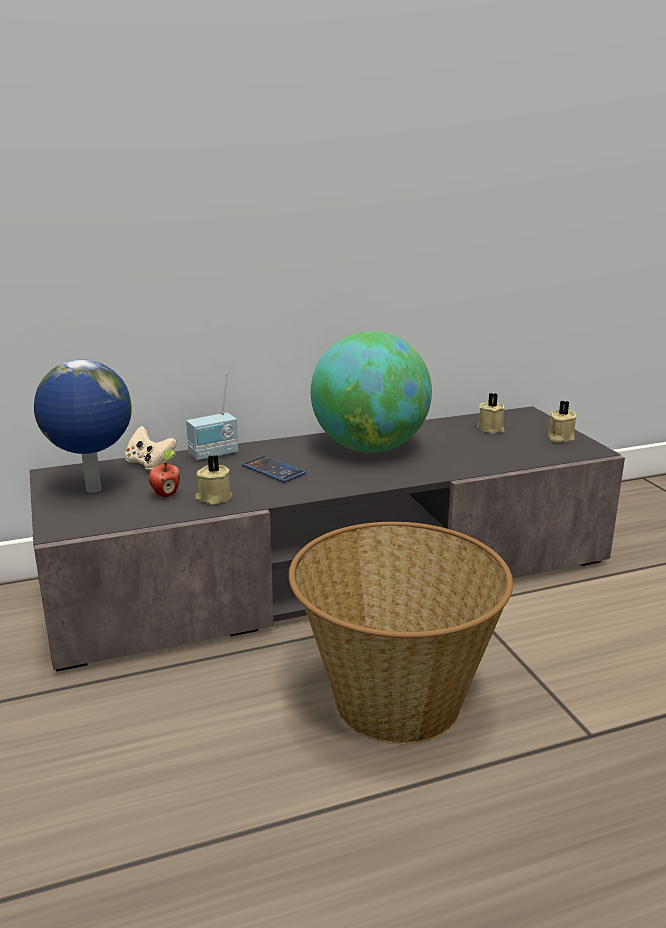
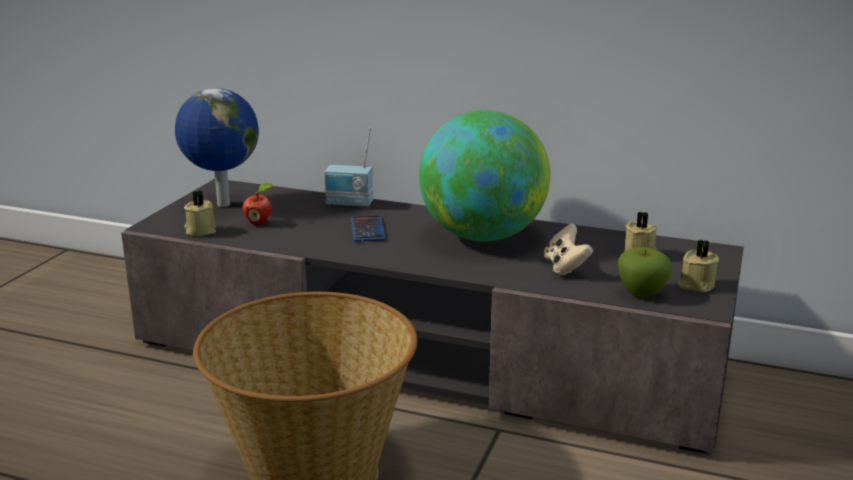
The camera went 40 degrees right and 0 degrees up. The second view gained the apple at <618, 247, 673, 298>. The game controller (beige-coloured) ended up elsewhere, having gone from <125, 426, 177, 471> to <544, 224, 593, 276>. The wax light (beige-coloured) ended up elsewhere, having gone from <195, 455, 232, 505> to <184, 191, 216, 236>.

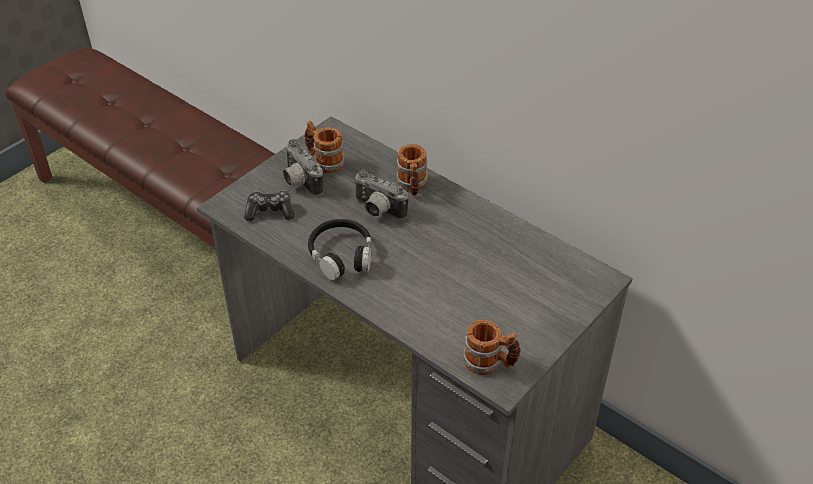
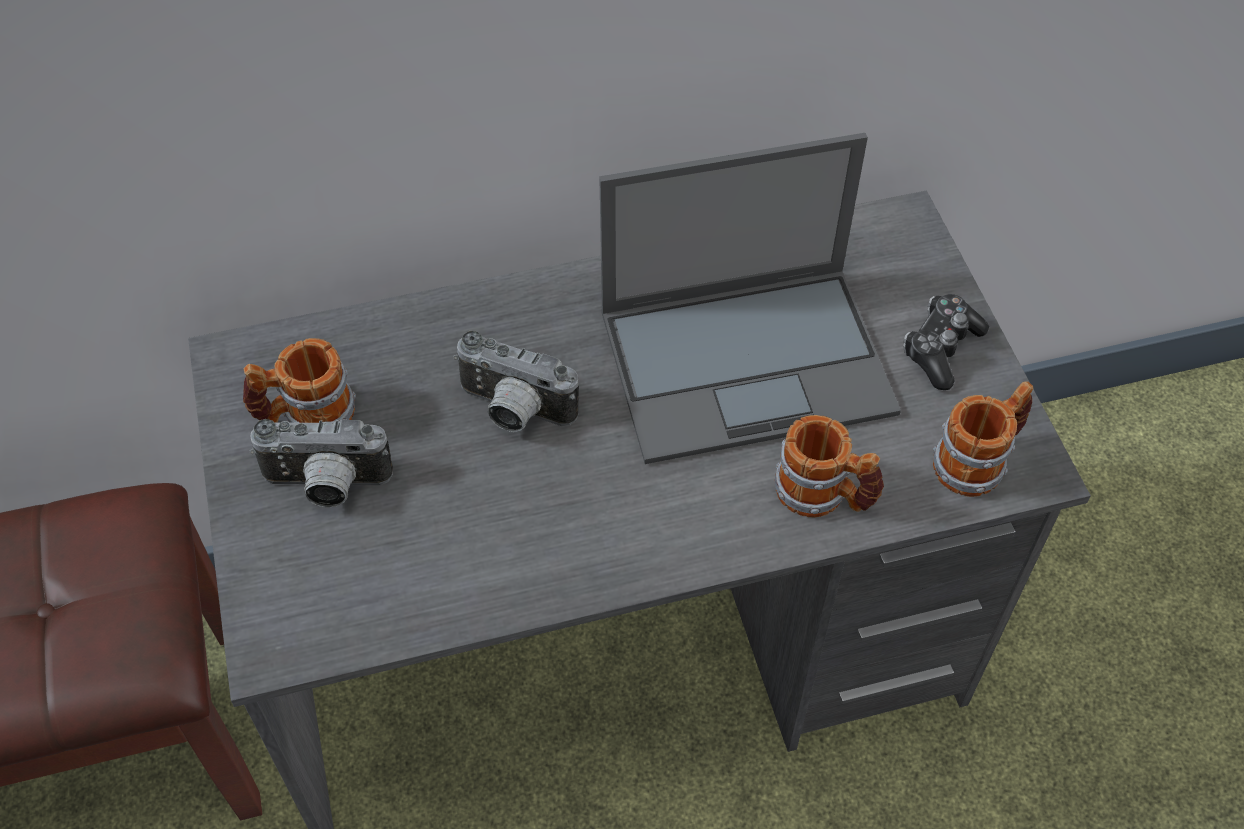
The camera went 55 degrees left and 10 degrees up. The second view lost the pair of headphones (blackish) at <308, 219, 371, 280>. The second view gained the notebook computer at <599, 133, 901, 464>. The game controller ended up elsewhere, having gone from <244, 191, 294, 221> to <903, 294, 989, 390>. The mug ended up elsewhere, having gone from <396, 144, 428, 196> to <775, 415, 884, 517>. The photo camera at <353, 169, 409, 220> ended up facing another way, 45 degrees clockwise from before.

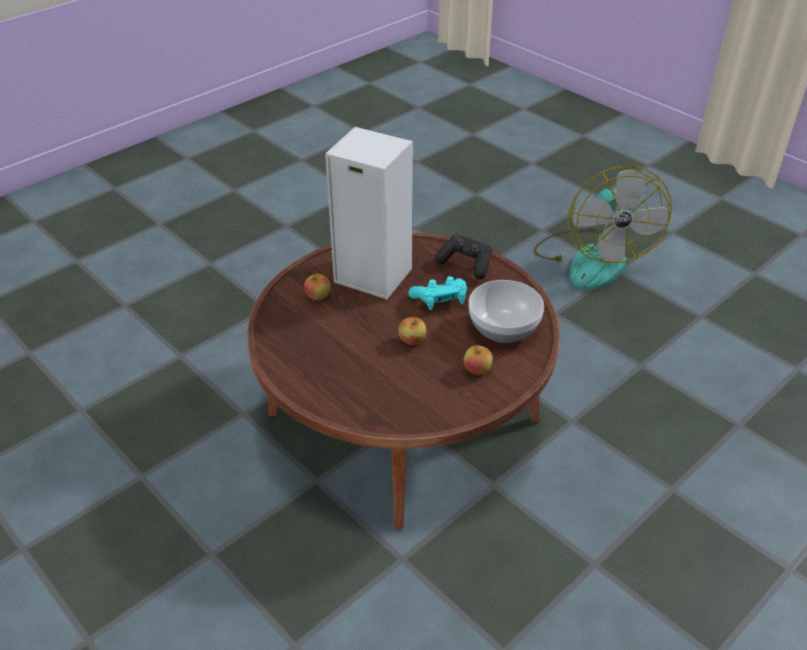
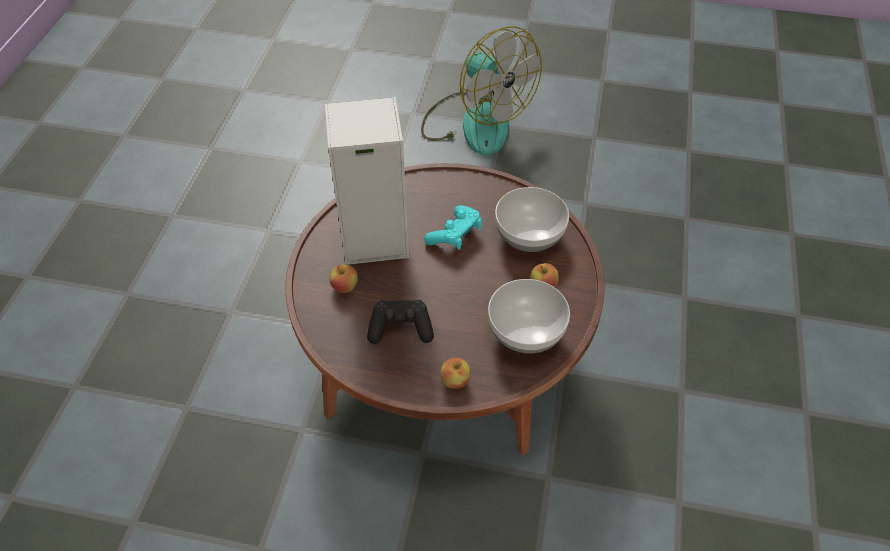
The camera went 35 degrees left and 10 degrees up. The second view gained the serving bowl at <488, 279, 570, 353>. The apple ended up elsewhere, having gone from <398, 317, 427, 345> to <440, 358, 471, 389>. The game controller (blackish) ended up elsewhere, having gone from <435, 234, 492, 279> to <367, 300, 434, 344>.

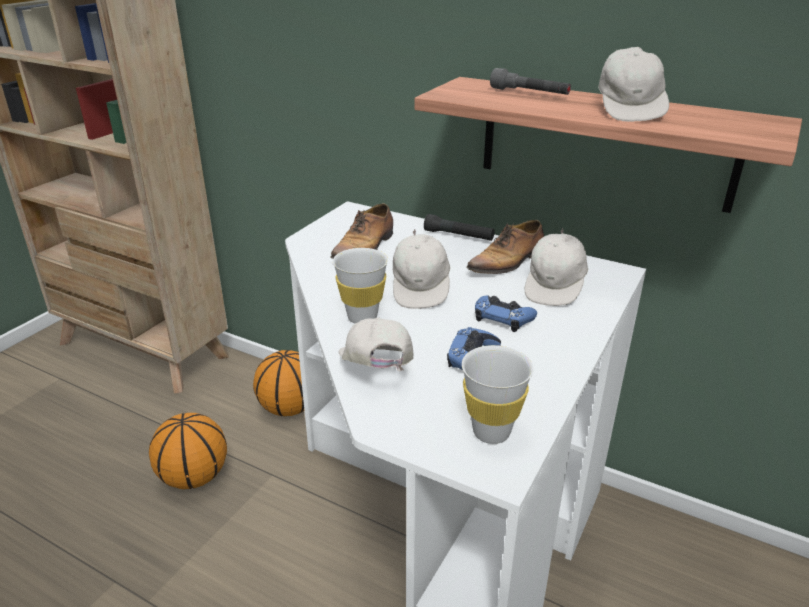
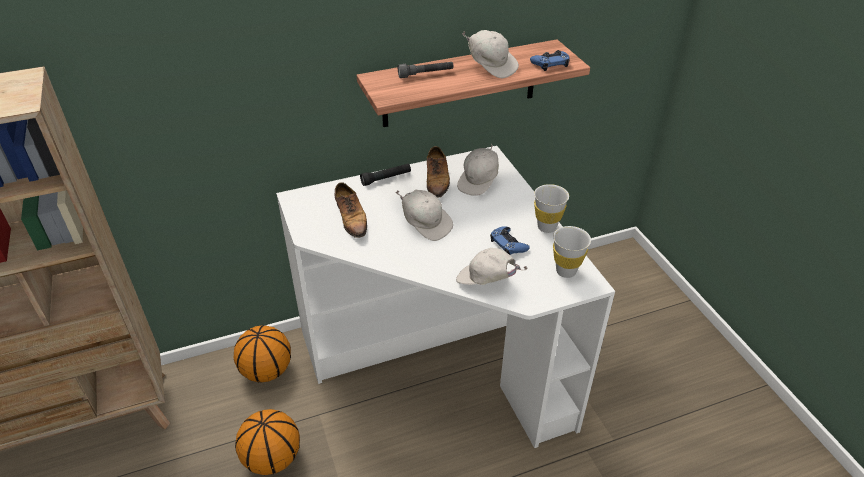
The camera went 50 degrees left and 10 degrees up. The cup (whitish) ended up elsewhere, having gone from <333, 248, 388, 323> to <534, 184, 569, 233>. The game controller (blue-coloured) ended up elsewhere, having gone from <475, 296, 537, 332> to <530, 50, 570, 71>. The peaked cap (whitish) at <524, 228, 588, 306> ended up facing another way, 60 degrees clockwise from before.

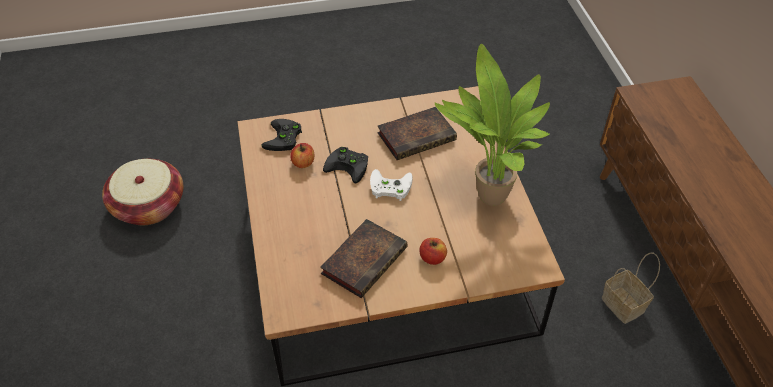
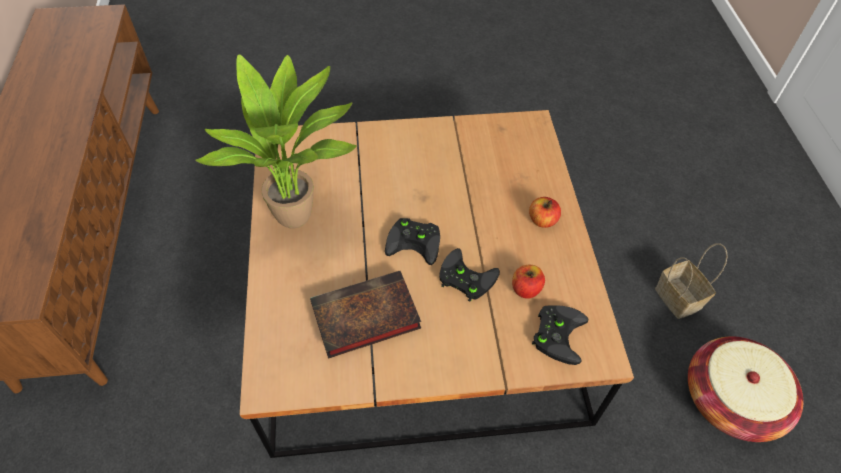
The camera went 175 degrees left and 5 degrees up. The second view lost the volume at <320, 219, 407, 298>. The apple ended up elsewhere, having gone from <419, 238, 447, 265> to <529, 197, 561, 228>. The household basket ended up elsewhere, having gone from <602, 253, 660, 324> to <655, 243, 728, 319>. What was the game controller (whitish) at <370, 169, 413, 201> turned into the game controller (blackish) at <385, 218, 440, 265>.

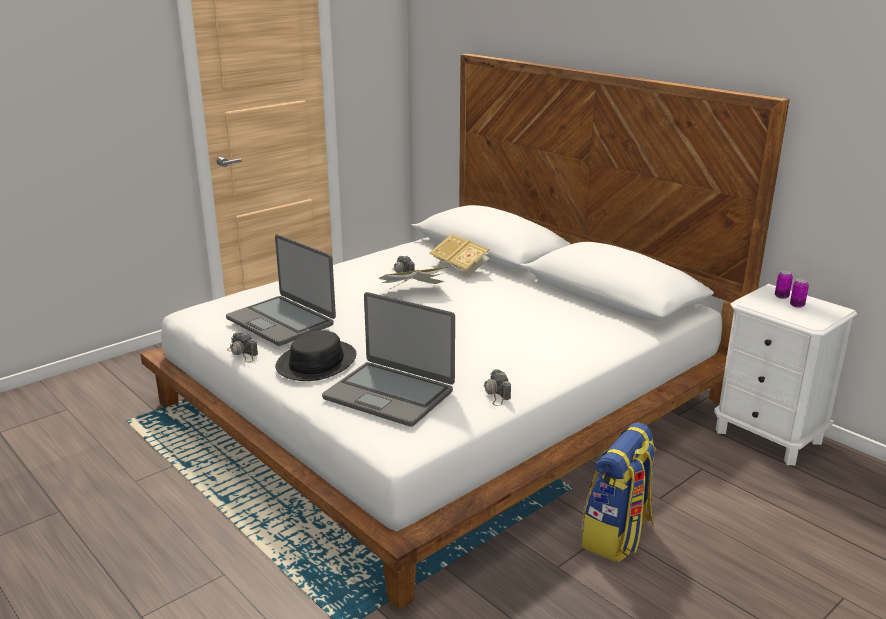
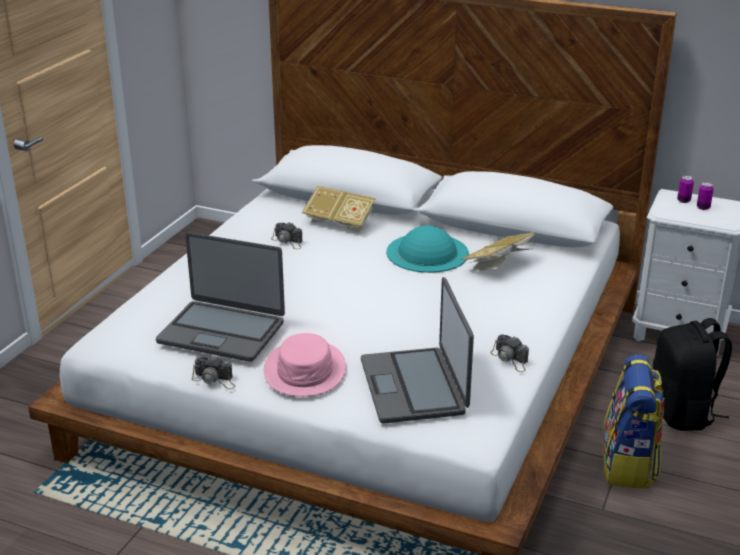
The camera went 25 degrees left and 5 degrees up. The second view gained the clothing hat (turquoise) at <386, 226, 469, 273>. The second view gained the knapsack (blackish) at <653, 318, 732, 431>. The volume ended up elsewhere, having gone from <378, 267, 448, 290> to <461, 232, 536, 272>. What was the clothing hat (blackish) at <275, 330, 356, 381> turned into the clothing hat (pink-coloured) at <264, 333, 346, 397>. The notebook computer at <322, 292, 455, 427> ended up facing another way, 75 degrees clockwise from before.

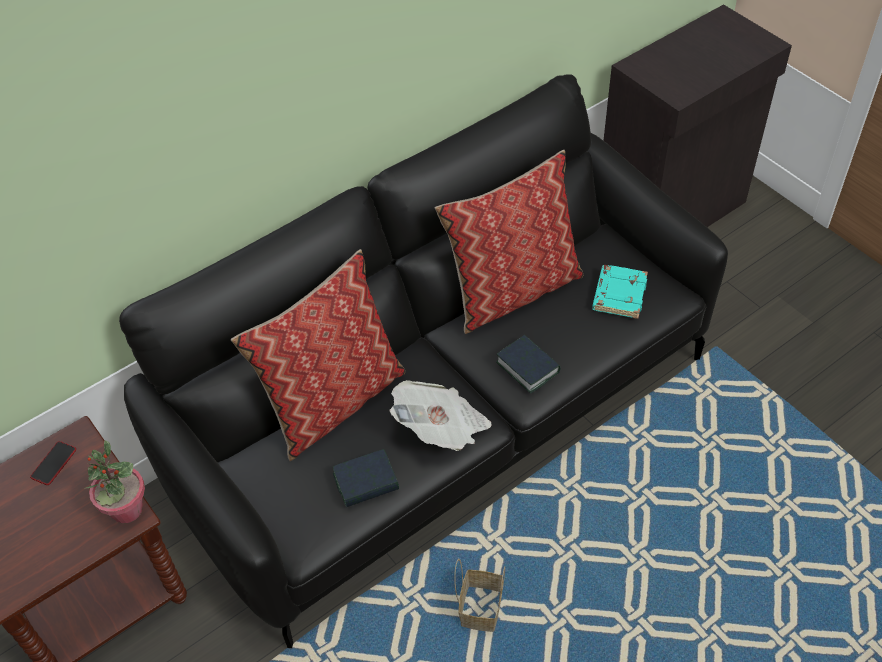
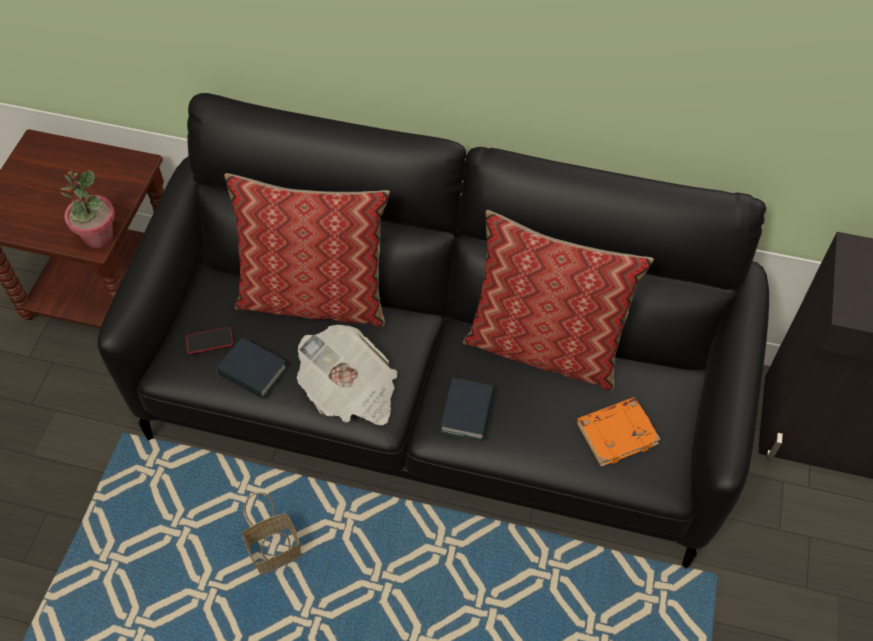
The camera went 50 degrees right and 5 degrees up. The phone ended up elsewhere, having gone from <30, 441, 76, 485> to <185, 327, 233, 354>. What was the volume (turquoise) at <592, 265, 648, 319> turned into the volume (orangey) at <577, 397, 661, 467>.

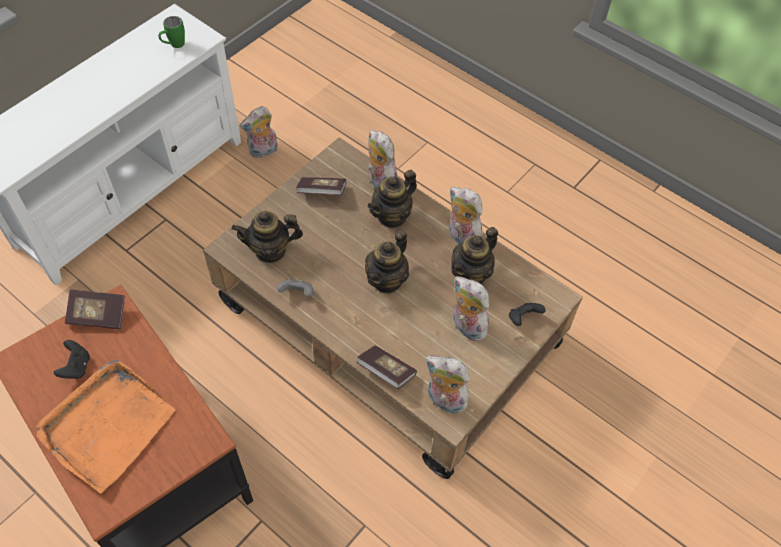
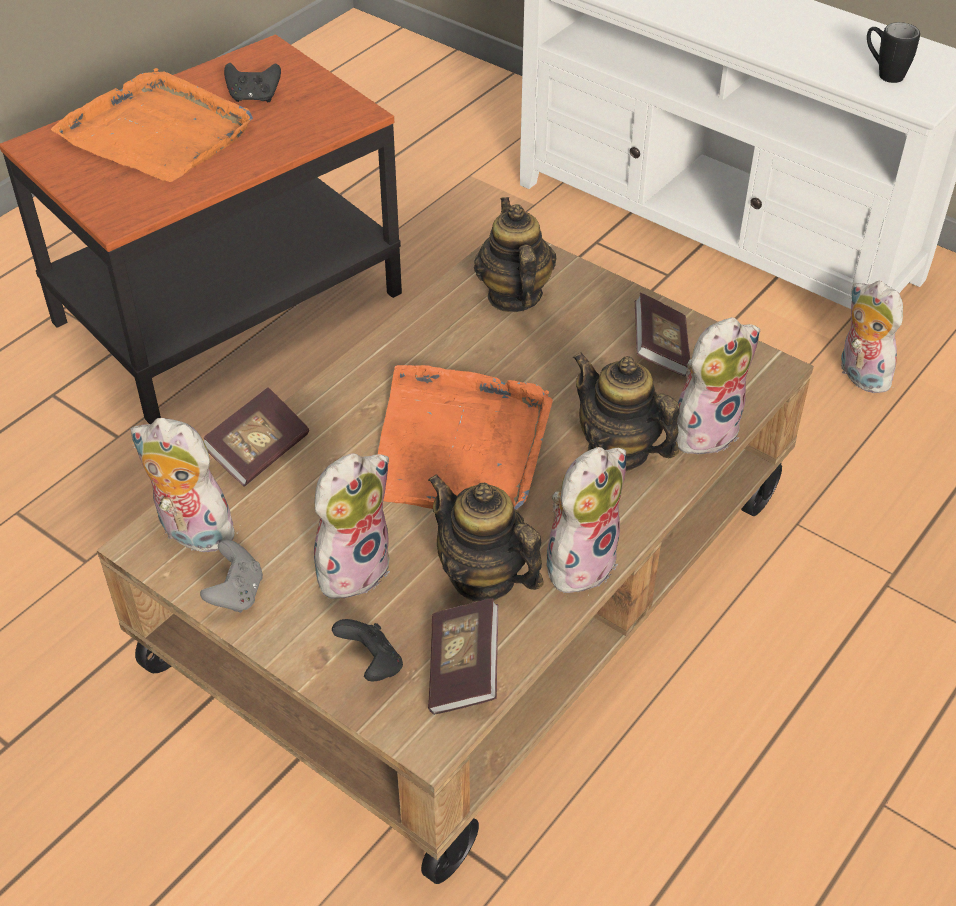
The camera went 90 degrees right and 10 degrees down. The volume ended up elsewhere, having gone from <65, 289, 125, 329> to <428, 598, 498, 715>. The game controller (gray) ended up elsewhere, having gone from <277, 278, 313, 297> to <200, 540, 263, 613>. Where the pot for tea stood at <365, 230, 409, 294>, the tray (orangey) came to stand at <378, 365, 553, 509>. What was the mug (green-coloured) at <158, 16, 185, 48> turned into the mug (blackish) at <867, 22, 920, 83>. The soft toy at <425, 356, 470, 413> ended up facing another way, 90 degrees counterclockwise from before.

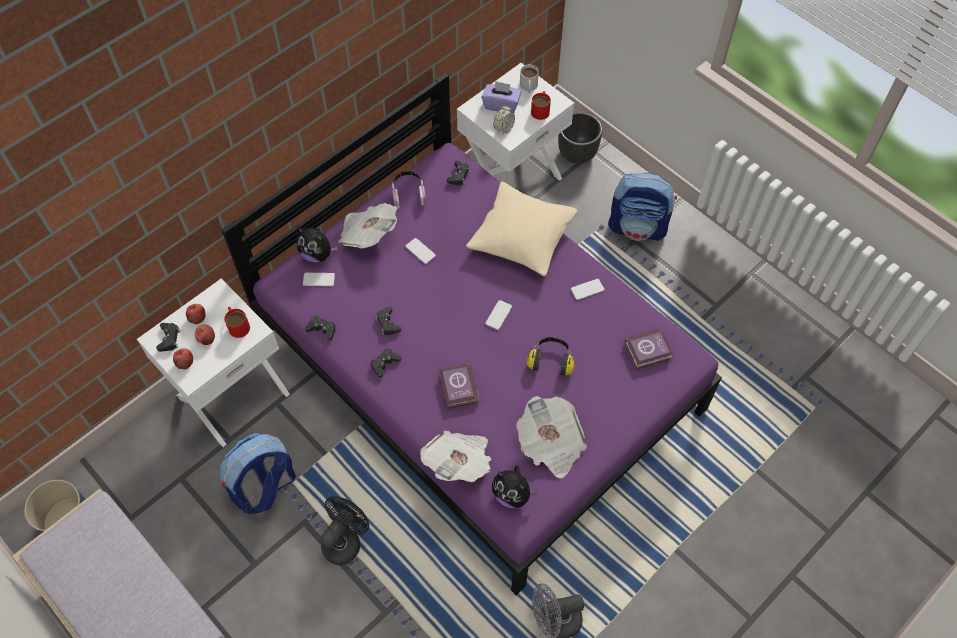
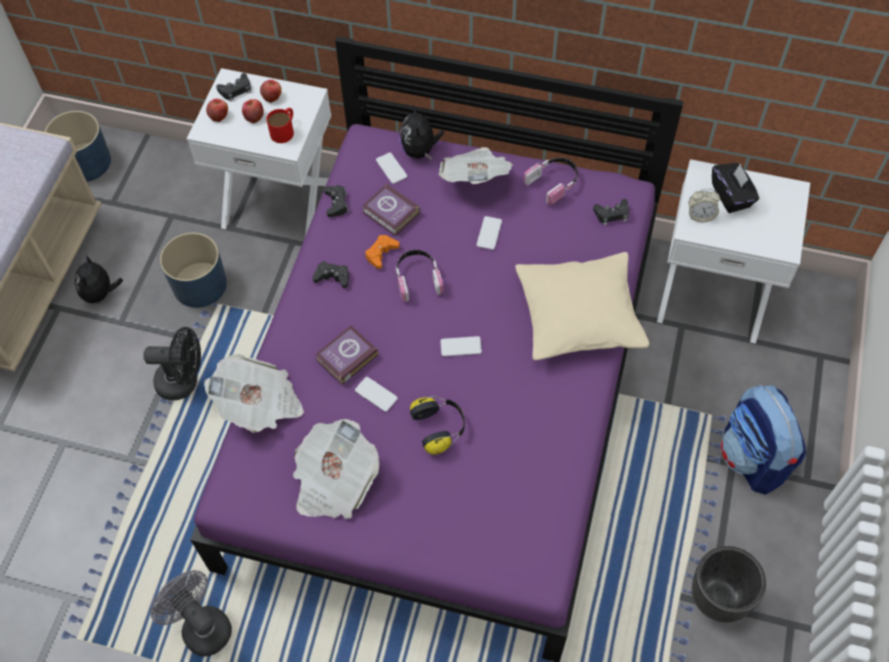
The camera went 60 degrees right and 0 degrees up. The second view lost the mug (whitish) at <520, 65, 539, 93>. The second view lost the mug (red) at <531, 91, 551, 120>. The second view gained the pair of headphones at <395, 250, 443, 302>. The soft toy ended up elsewhere, having gone from <492, 465, 537, 508> to <75, 254, 123, 307>. The flower pot (blackish) ended up elsewhere, having gone from <558, 112, 602, 164> to <692, 546, 766, 623>. The phone ended up elsewhere, having gone from <571, 279, 604, 300> to <355, 377, 398, 412>. The volume ended up elsewhere, having gone from <624, 328, 674, 369> to <362, 183, 420, 236>. Where the knapsack stood at <220, 433, 296, 514>, the flower pot (blue-coloured) came to stand at <160, 233, 227, 308>. What was the game controller (blackish) at <376, 306, 401, 335> turned into the game controller (orangey) at <365, 235, 400, 269>. What was the tissue holder (purple-coloured) at <481, 81, 521, 113> turned into the tissue holder (blackish) at <712, 163, 759, 213>.

